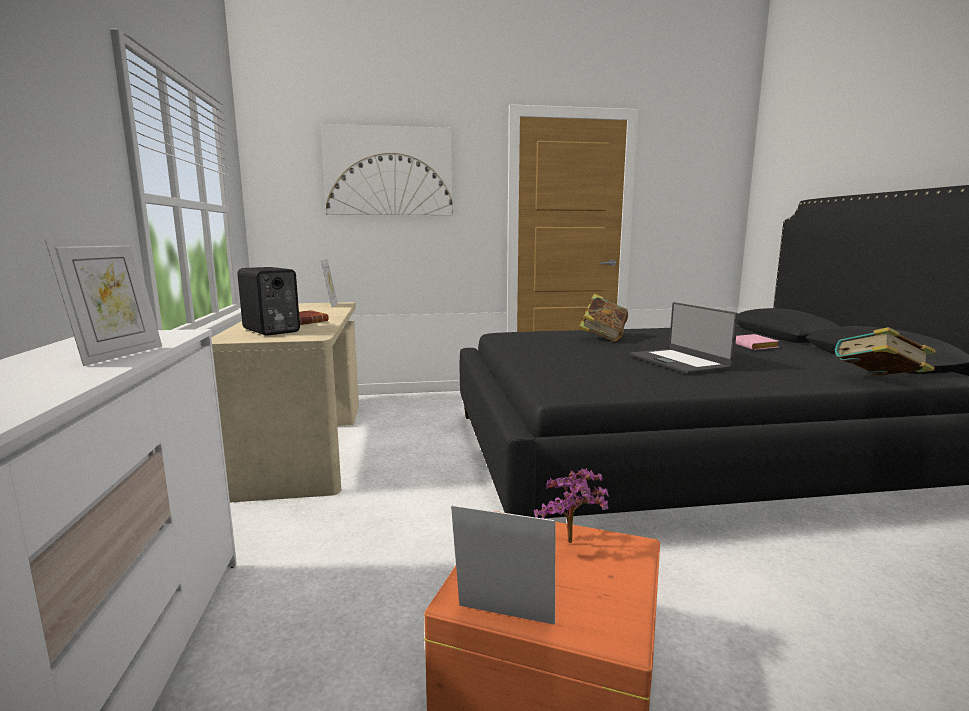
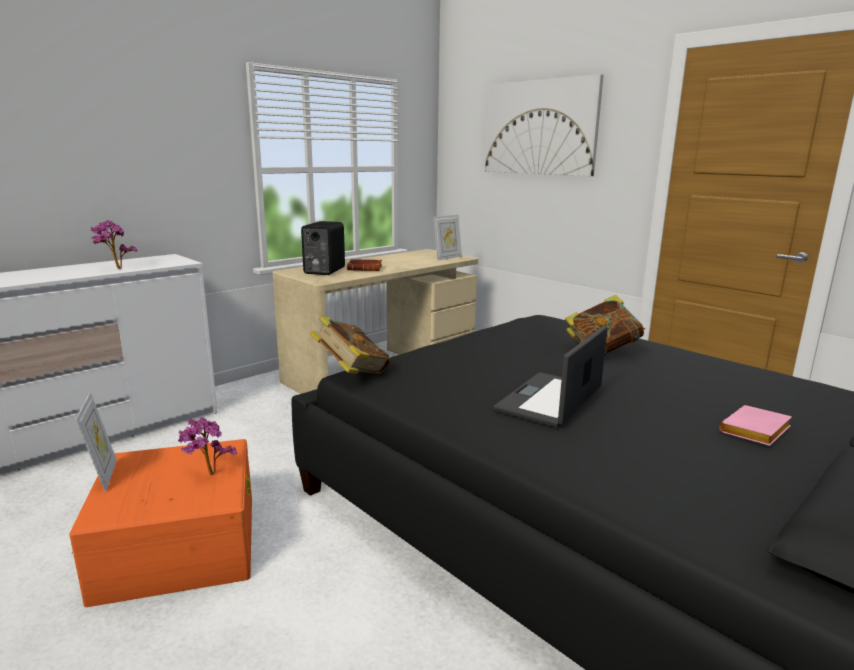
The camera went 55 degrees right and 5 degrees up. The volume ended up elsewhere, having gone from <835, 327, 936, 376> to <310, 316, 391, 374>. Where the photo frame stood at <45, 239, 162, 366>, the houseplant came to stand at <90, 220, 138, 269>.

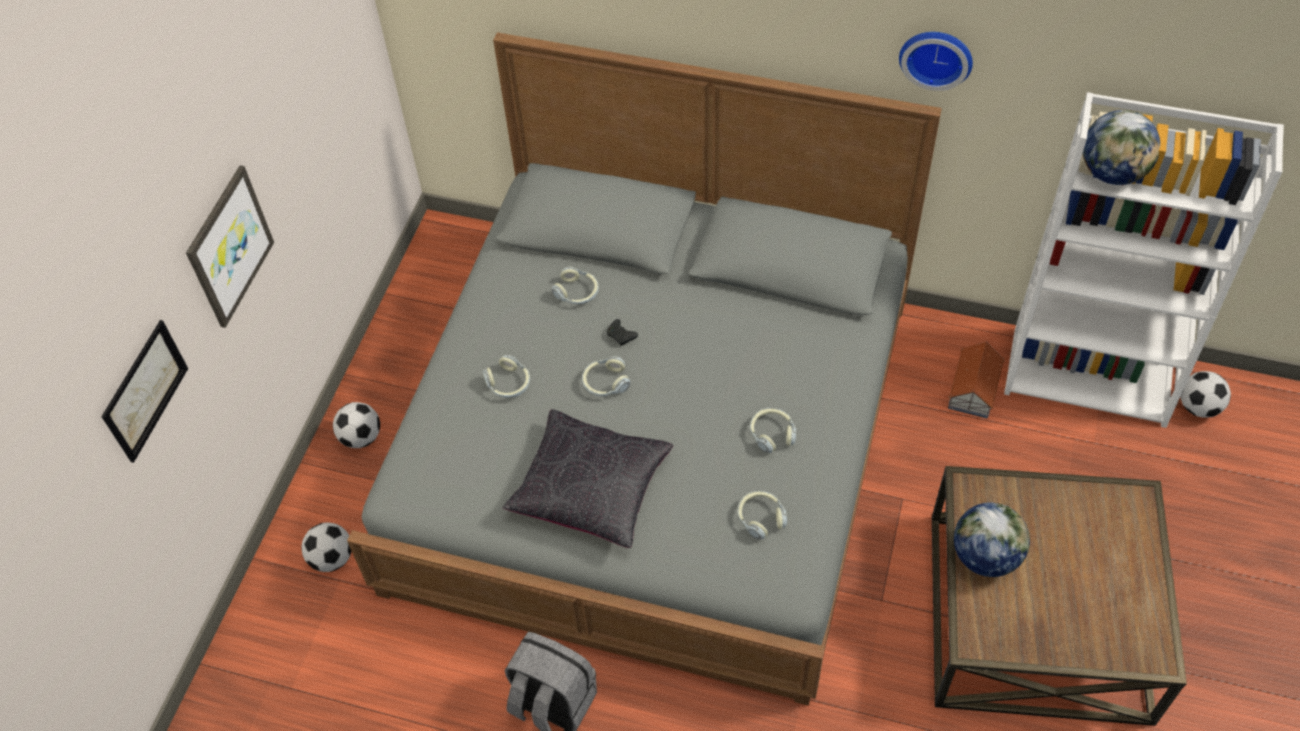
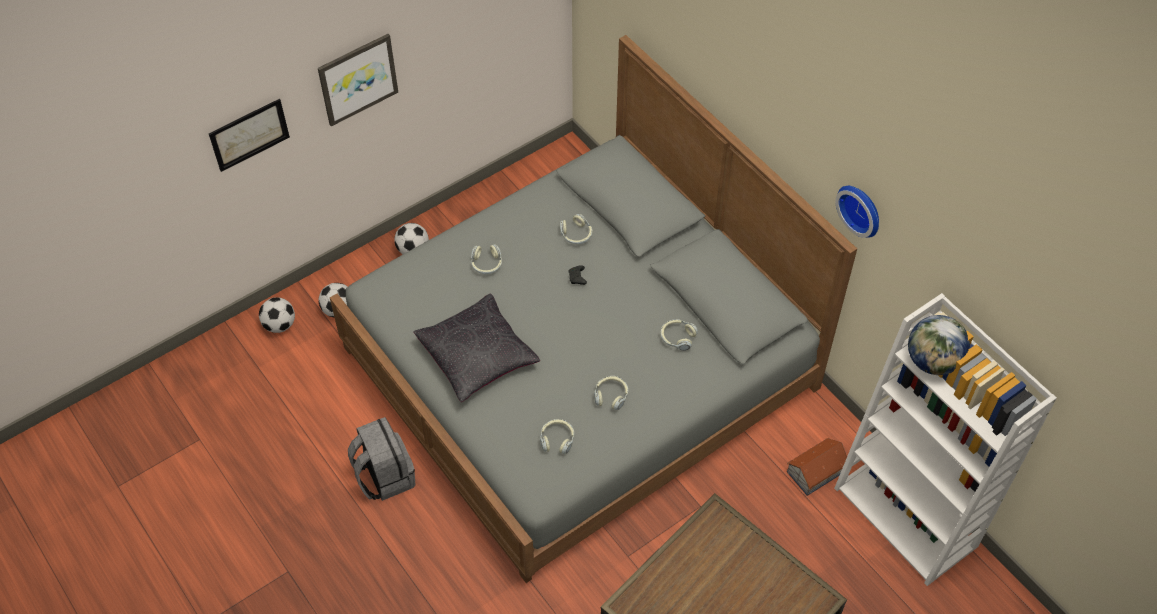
The camera went 35 degrees right and 0 degrees up. The second view lost the world globe at <954, 502, 1030, 577>. The pair of headphones ended up elsewhere, having gone from <582, 356, 630, 396> to <660, 319, 698, 351>. The football ball ended up elsewhere, having gone from <1181, 371, 1231, 418> to <259, 297, 295, 333>.

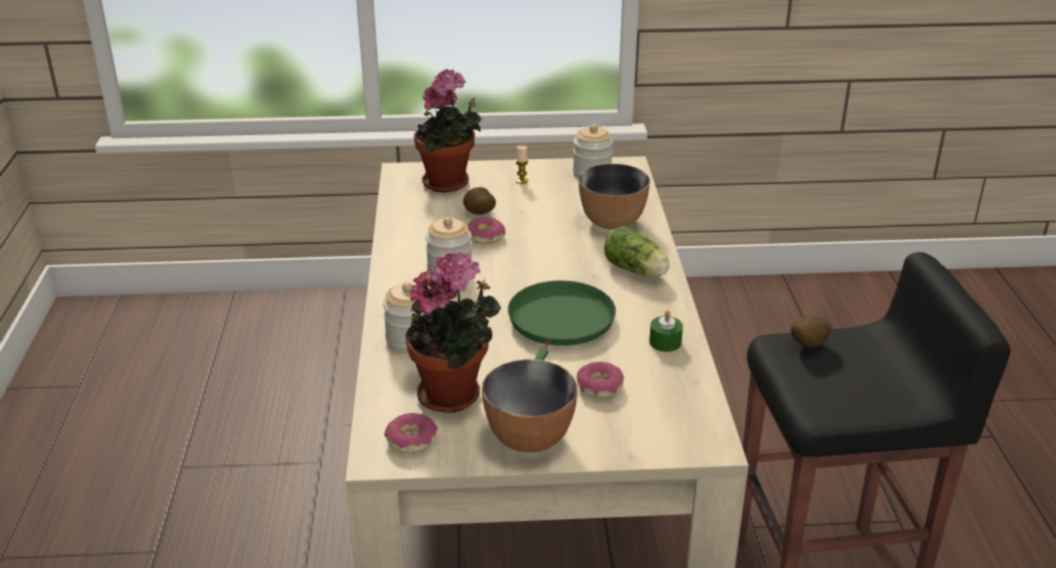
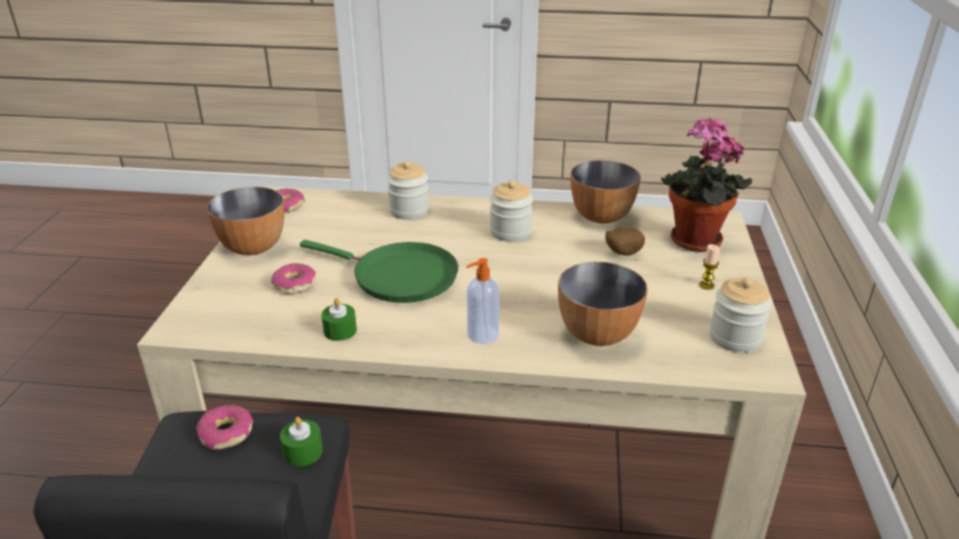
The camera went 100 degrees right and 0 degrees up. The second view lost the houseplant at <405, 251, 501, 413>. The second view gained the serving bowl at <571, 160, 641, 224>. The donut ended up elsewhere, having gone from <468, 217, 505, 244> to <196, 405, 254, 450>. Where the lettuce head stood at <604, 227, 670, 277>, the soap dispenser came to stand at <466, 258, 499, 344>. Where the whole potato stood at <790, 316, 831, 347>, the wax light (green-coloured) came to stand at <280, 417, 323, 466>.

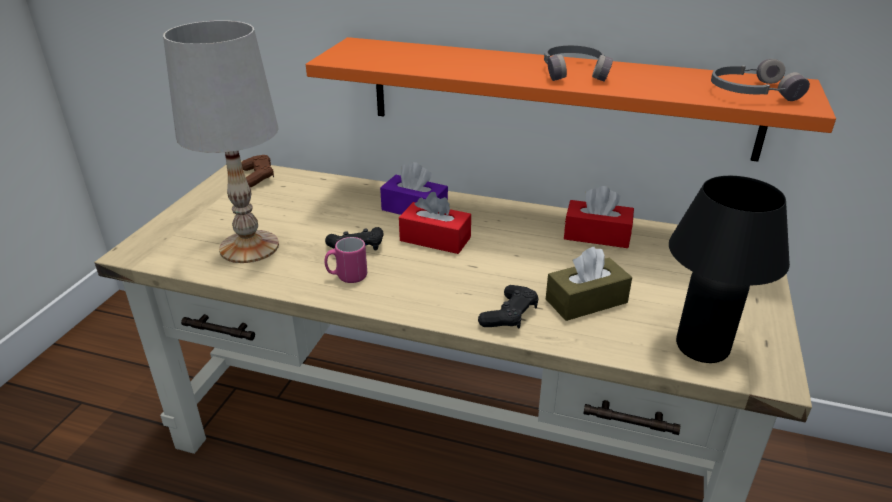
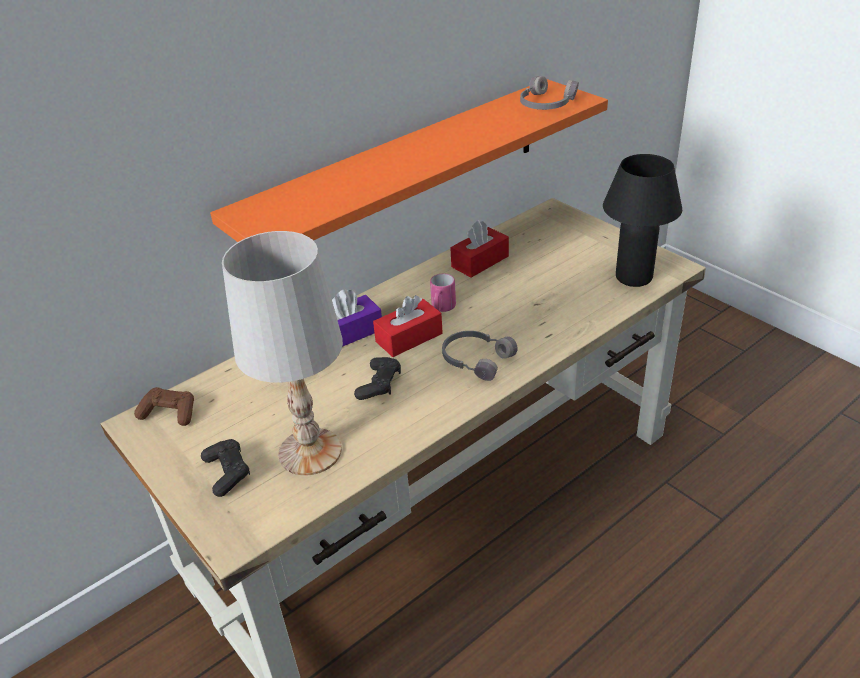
The camera went 55 degrees left and 5 degrees up. The second view lost the tissue holder (brown-coloured) at <546, 247, 632, 321>. The mug (pink-coloured) ended up elsewhere, having gone from <324, 237, 367, 283> to <430, 274, 456, 312>. The game controller (blackish) ended up elsewhere, having gone from <478, 285, 539, 328> to <201, 439, 250, 497>. The pair of headphones (gray) ended up elsewhere, having gone from <544, 45, 613, 81> to <442, 331, 518, 381>.

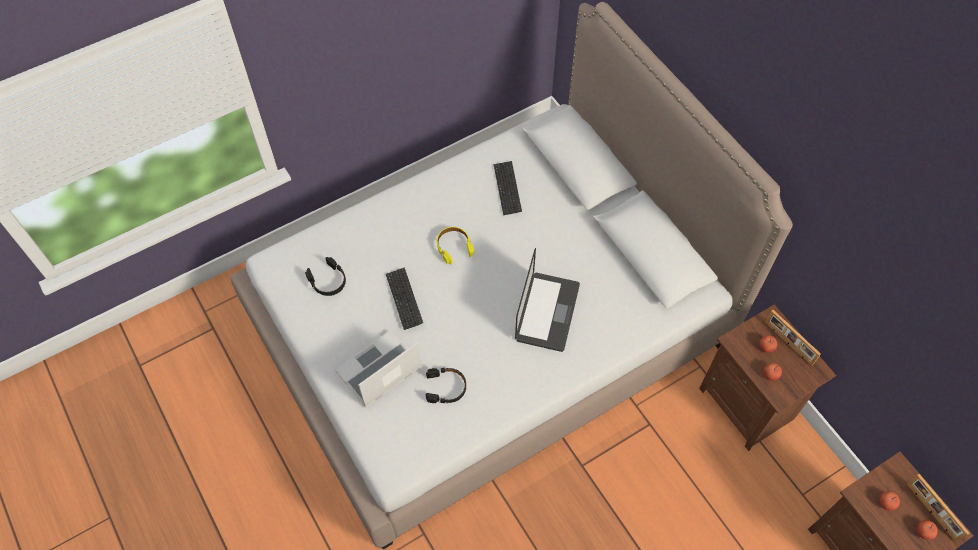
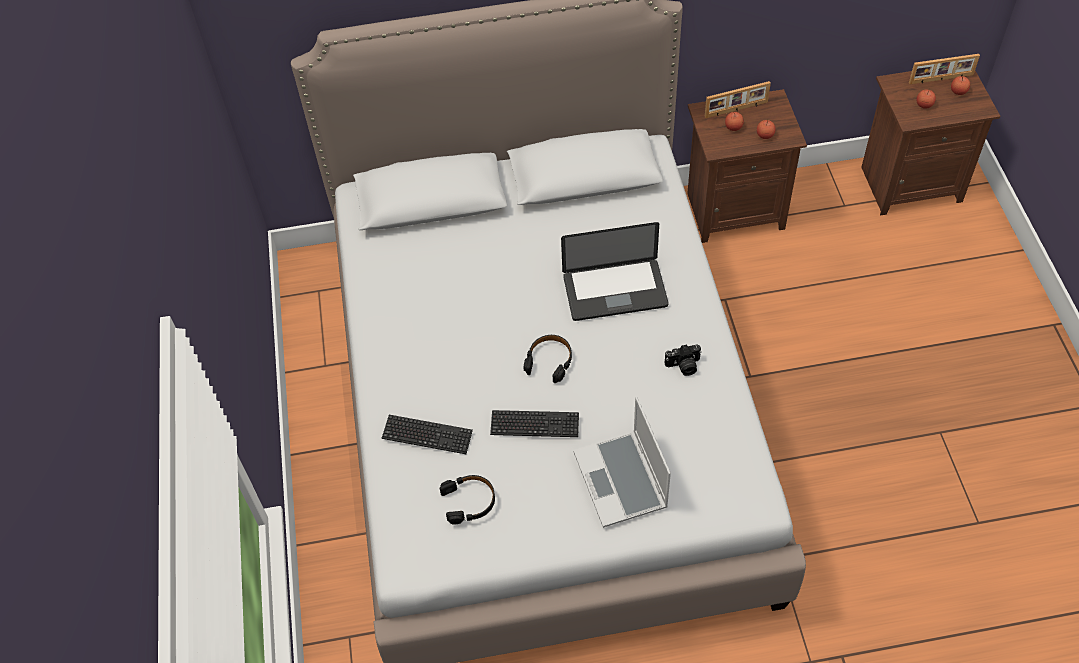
The camera went 65 degrees left and 5 degrees down. The second view lost the pair of headphones (yellow) at <437, 227, 474, 265>. The second view gained the photo camera at <665, 344, 702, 376>. The pair of headphones (blackish) ended up elsewhere, having gone from <426, 368, 466, 403> to <524, 335, 572, 383>. The keyboard ended up elsewhere, having gone from <494, 161, 522, 215> to <382, 415, 473, 454>. The notebook computer at <515, 248, 580, 352> ended up facing another way, 135 degrees clockwise from before.

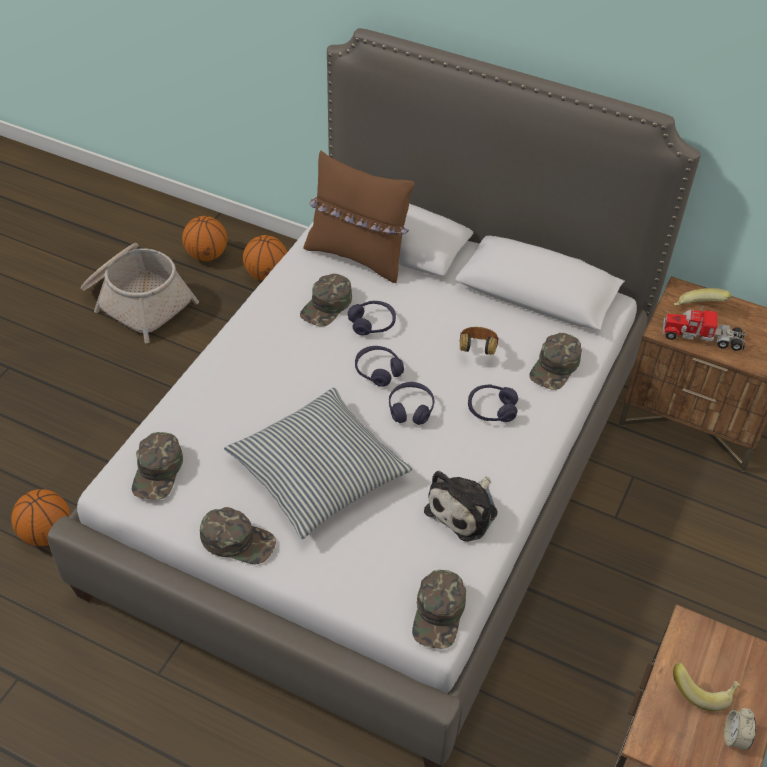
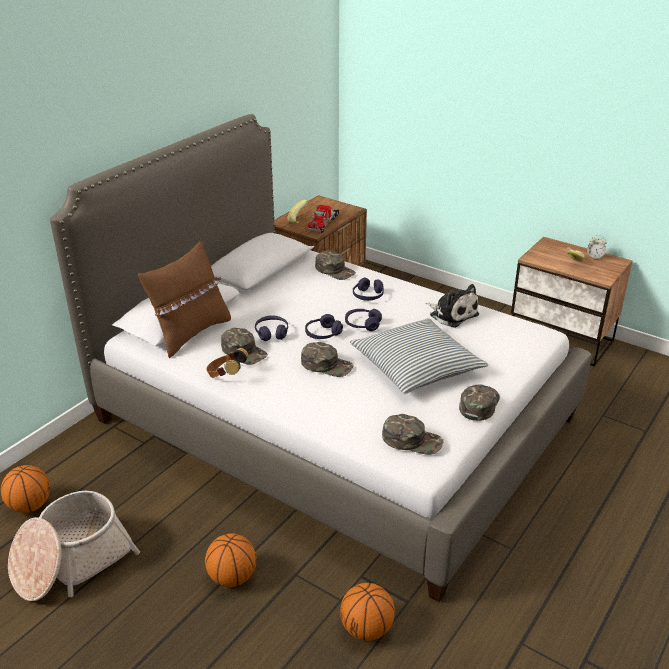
The camera went 80 degrees left and 15 degrees down. The basketball ended up elsewhere, having gone from <243, 235, 287, 281> to <205, 533, 257, 587>. The peaked cap (green-coloured) ended up elsewhere, having gone from <412, 570, 466, 649> to <301, 342, 354, 377>. The pair of headphones ended up elsewhere, having gone from <460, 327, 499, 355> to <206, 348, 249, 378>.

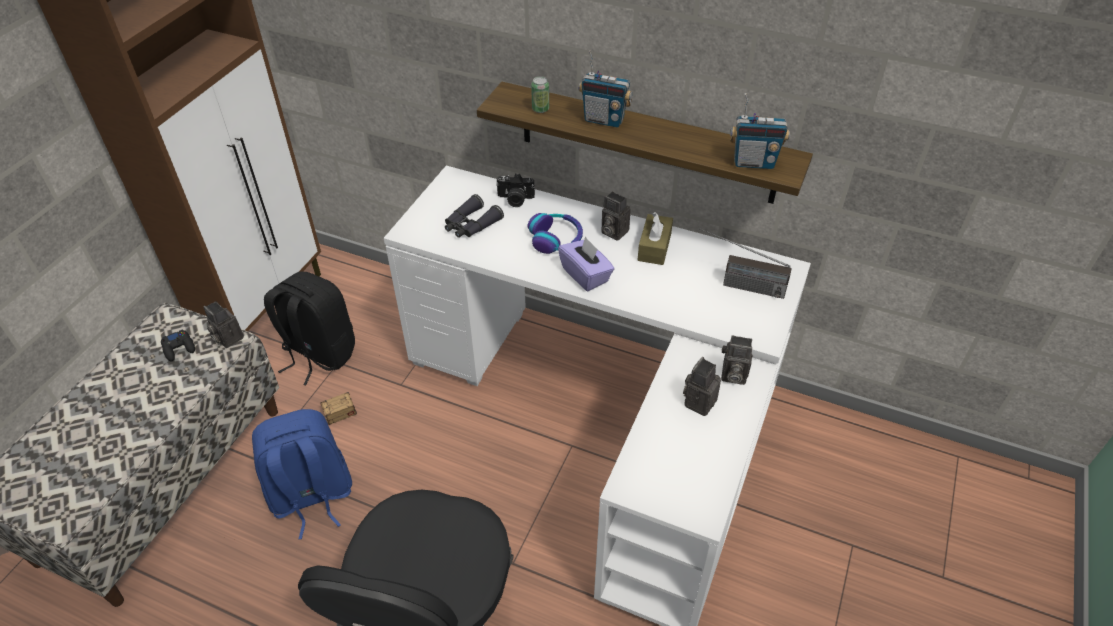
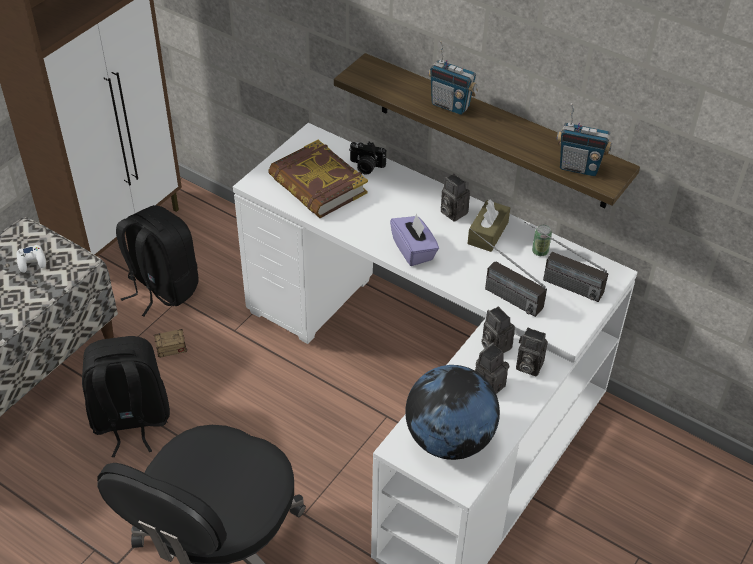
The camera went 10 degrees right and 0 degrees up. The second view lost the pair of headphones at <528, 213, 583, 254>. The second view gained the world globe at <405, 365, 500, 460>. The second view gained the radio receiver at <470, 228, 547, 317>. The photo camera ended up elsewhere, having gone from <204, 301, 244, 348> to <481, 306, 515, 353>. The sealed can ended up elsewhere, having gone from <531, 76, 549, 113> to <532, 225, 552, 256>. Where the pair of binoculars (blackish) stood at <445, 194, 504, 238>, the volume came to stand at <268, 140, 368, 218>. What was the game controller (blackish) at <161, 330, 195, 361> turned into the game controller (whitish) at <17, 245, 46, 273>. What was the knapsack (blue-coloured) at <252, 409, 352, 539> turned into the knapsack (blackish) at <82, 336, 170, 457>.

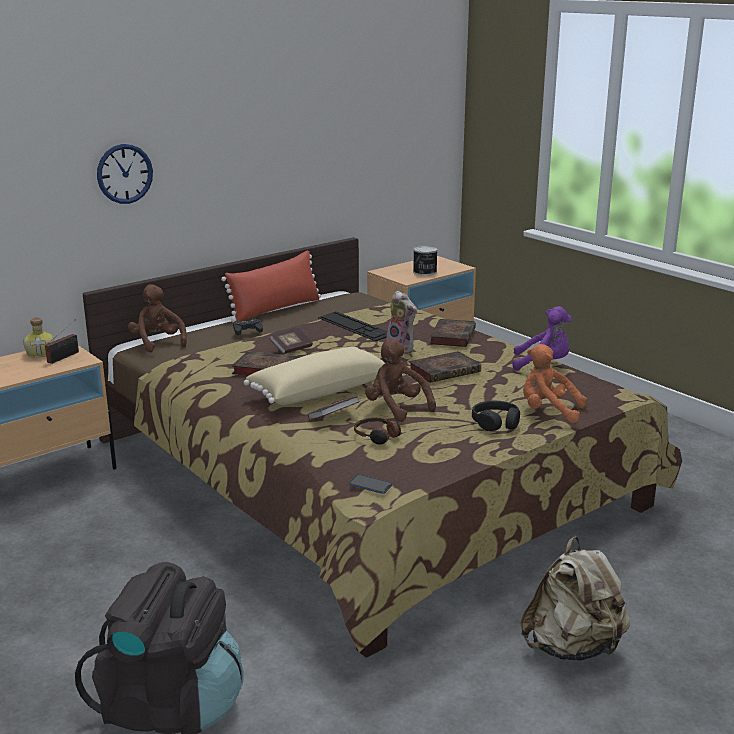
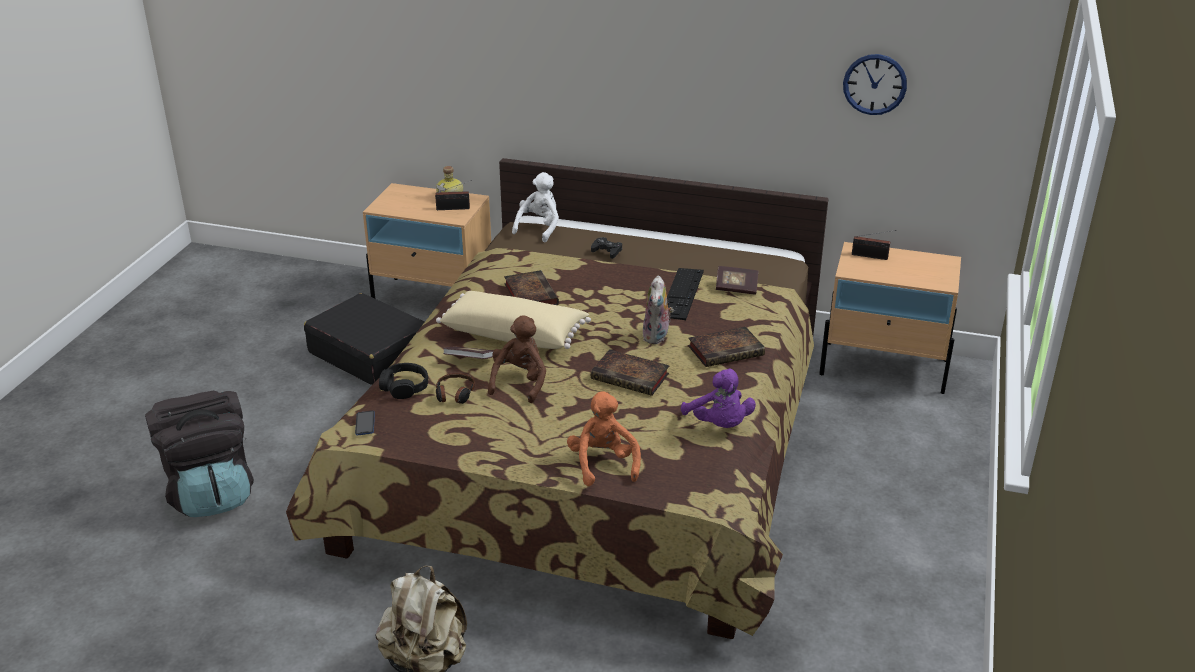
The camera went 55 degrees right and 10 degrees up. The second view lost the cushion (red) at <221, 250, 321, 323>. The second view lost the sealed can at <413, 246, 438, 276>. The second view gained the suitcase (blackish) at <304, 293, 425, 385>. The second view gained the radio receiver at <852, 230, 897, 260>. The clock on the wall ended up elsewhere, having gone from <97, 144, 153, 204> to <843, 54, 907, 115>. The volume ended up elsewhere, having gone from <269, 327, 313, 354> to <716, 266, 758, 295>. The pair of headphones (blackish) ended up elsewhere, having gone from <472, 401, 520, 431> to <379, 363, 428, 399>. What was the soft toy (brown-coloured) at <128, 284, 187, 353> turned into the soft toy (whitish) at <512, 172, 559, 242>.

